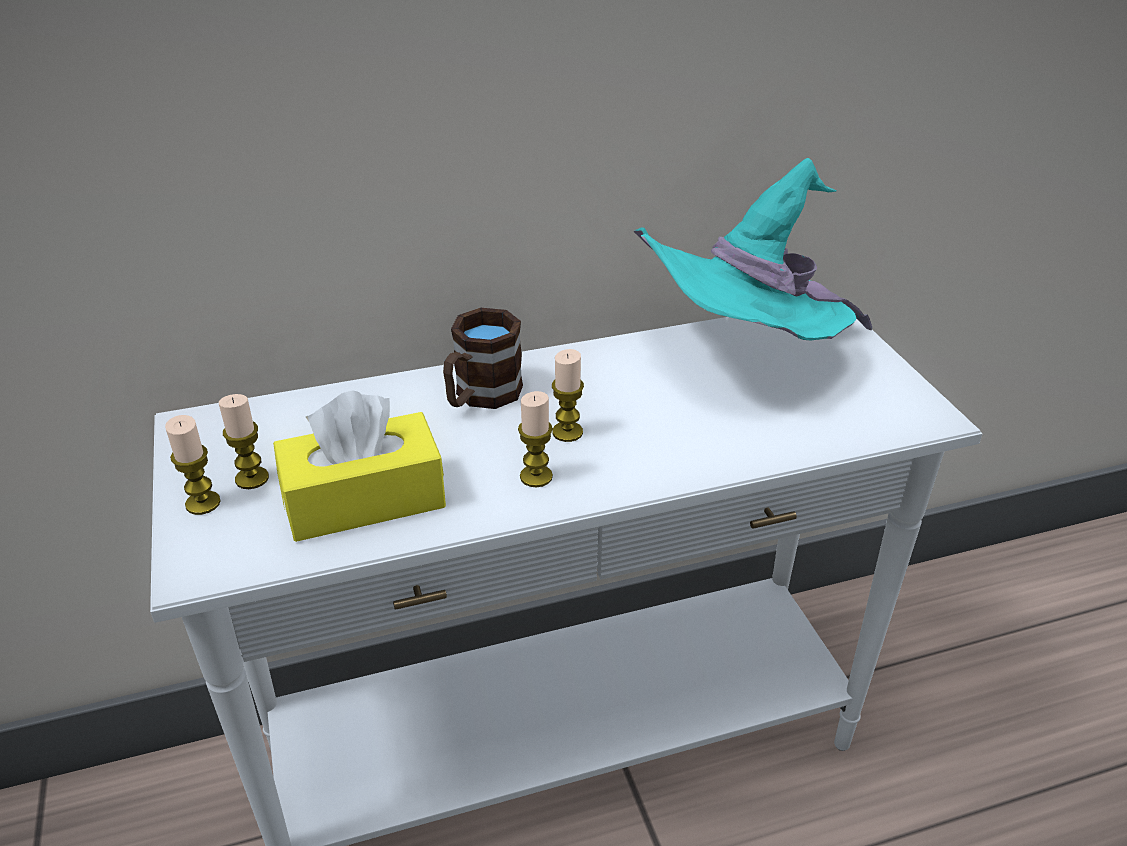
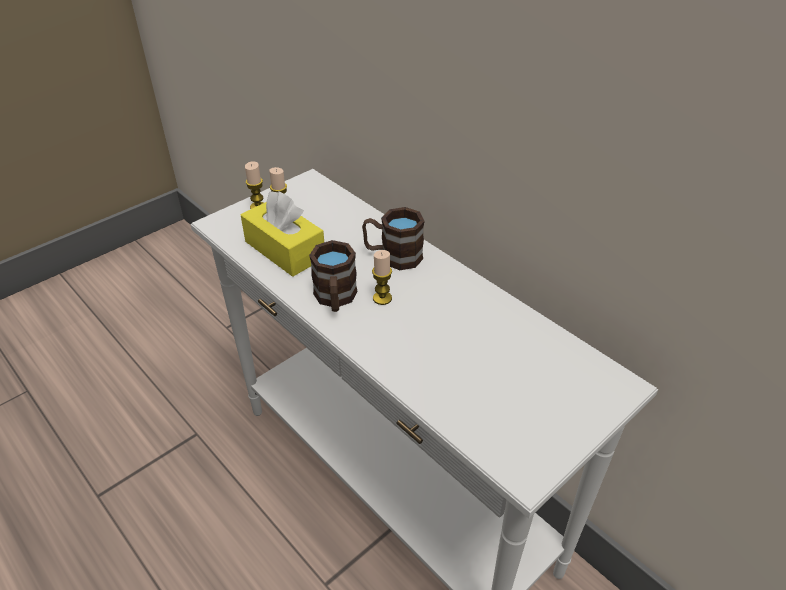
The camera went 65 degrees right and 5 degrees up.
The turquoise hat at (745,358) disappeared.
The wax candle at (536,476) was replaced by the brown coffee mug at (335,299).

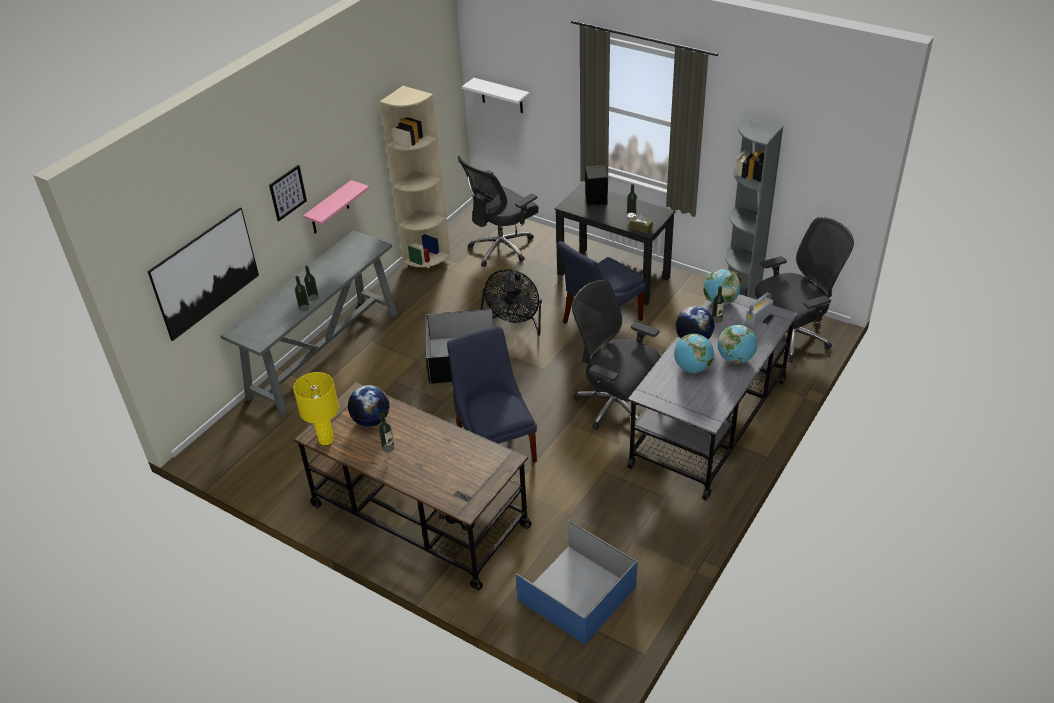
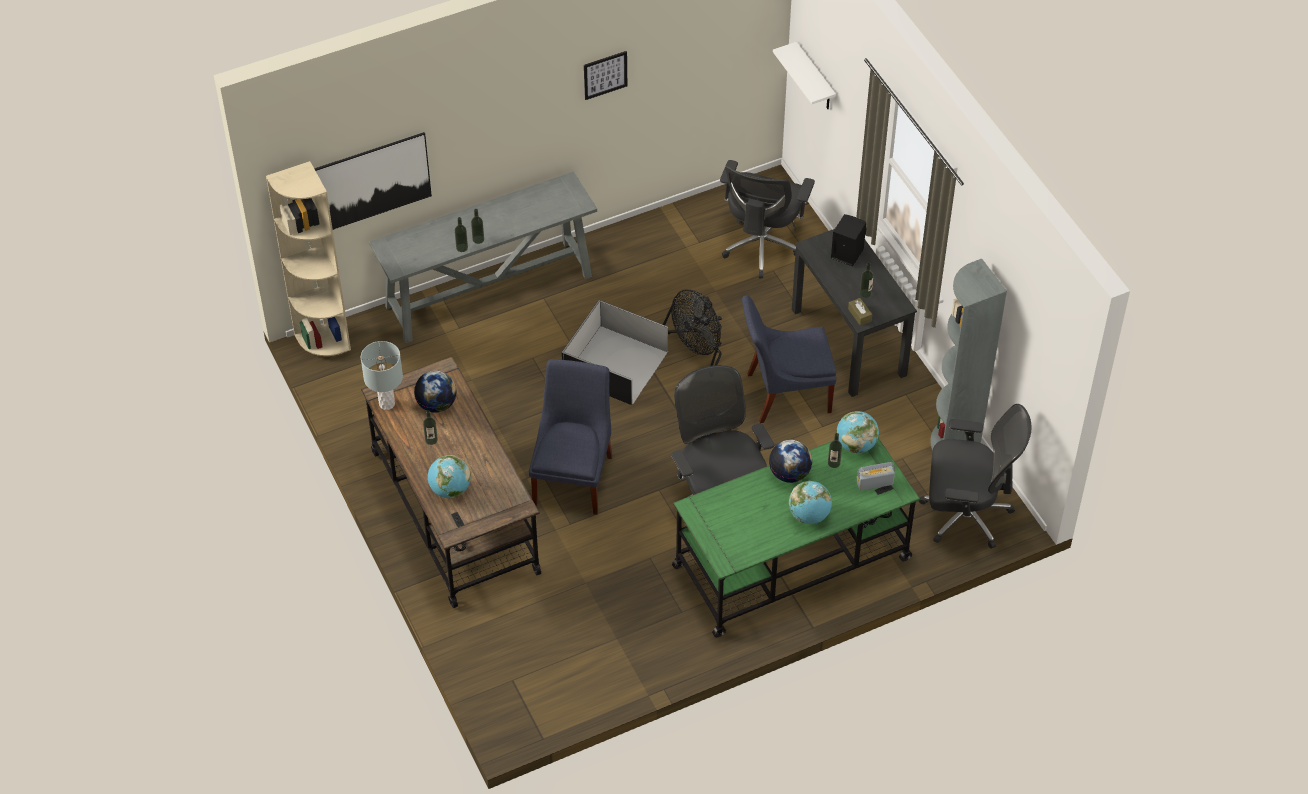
The camera went 30 degrees right and 10 degrees up.
The beige-coloured bookcase moved from (426,262) to (324,344).
The office chair at (502,248) turned 60 degrees counterclockwise.
The picture moved from (287,192) to (605,75).
The pink-coloured wall shelf at (329,208) disappeared.
The grey desk at (709,422) became the green-coloured desk at (792,563).
The globe moved from (692,368) to (450,490).
The yellowish table lamp at (326,439) became the grey table lamp at (387,403).
The bluish storage box at (577,592) disappeared.

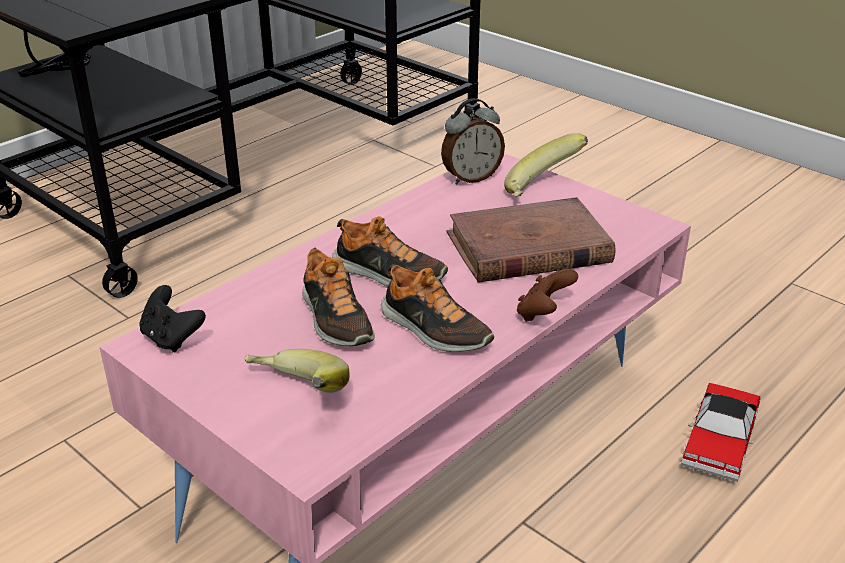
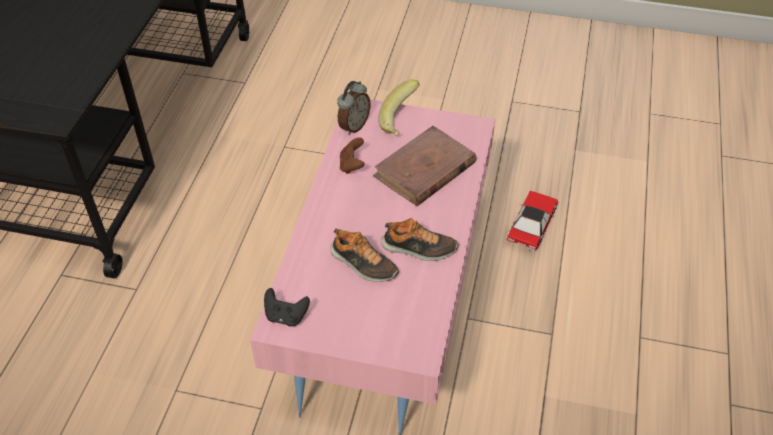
The camera went 30 degrees left and 15 degrees up.
The item of footwear at (387,274) disappeared.
The brown joypad moved from (543,314) to (352,165).
The banana fruit at (295,397) disappeared.
The toy car at (719,440) turned 150 degrees counterclockwise.

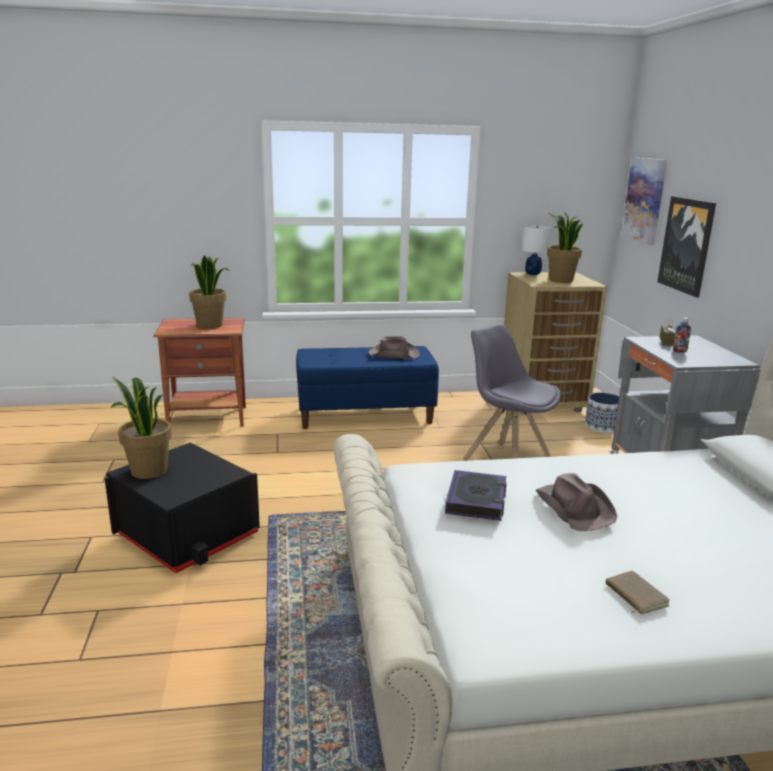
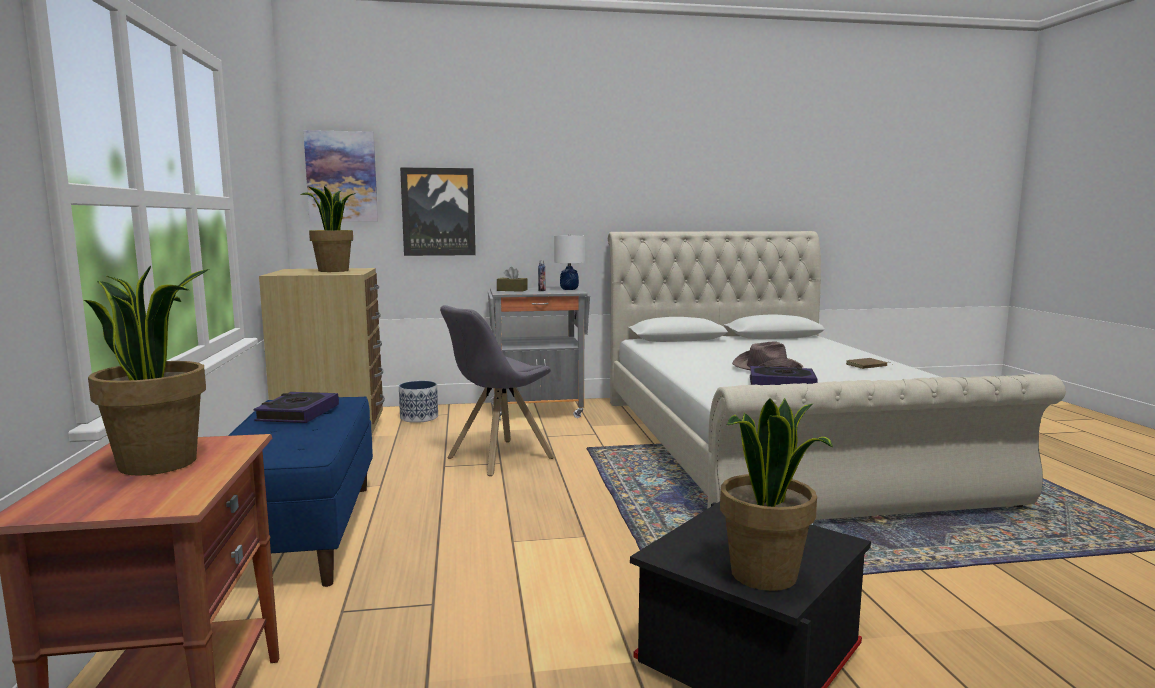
The camera went 90 degrees left and 10 degrees down.
The white-coloured table lamp moved from (532,274) to (570,289).
The brown hat at (393,354) was replaced by the bound book at (298,413).

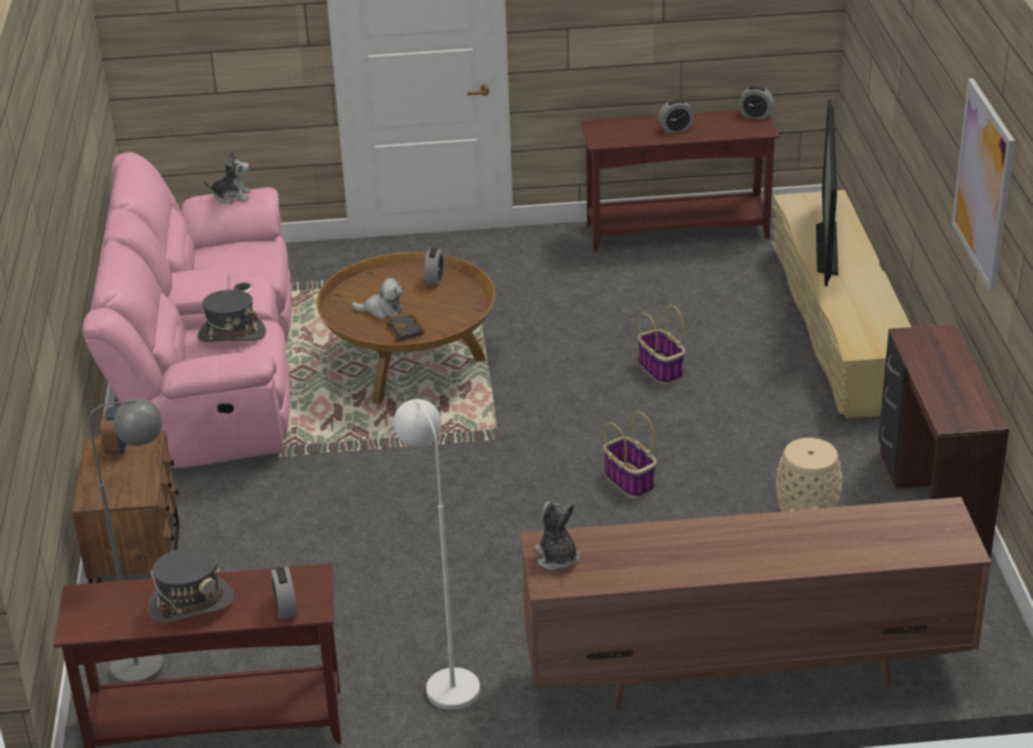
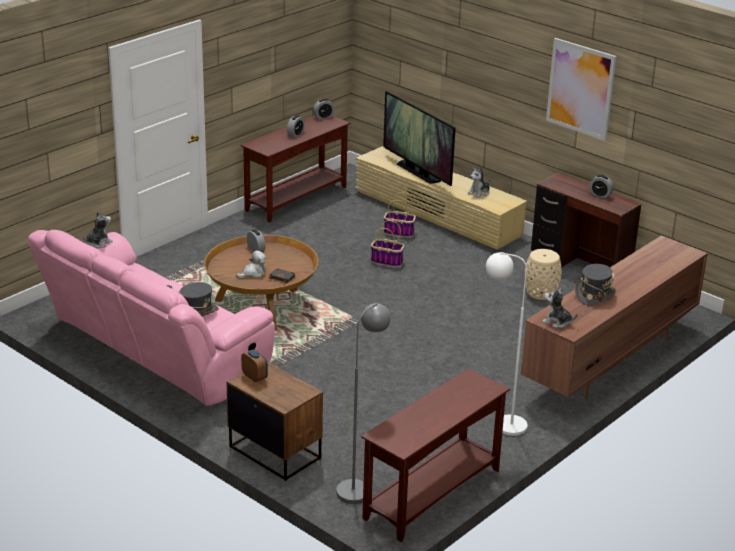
The camera went 45 degrees left and 5 degrees down.
The storage basket moved from (630,481) to (399,232).
The grey hat moved from (191,604) to (594,295).
The alarm clock moved from (285,607) to (600,195).
The plush toy at (479,193) appeared.

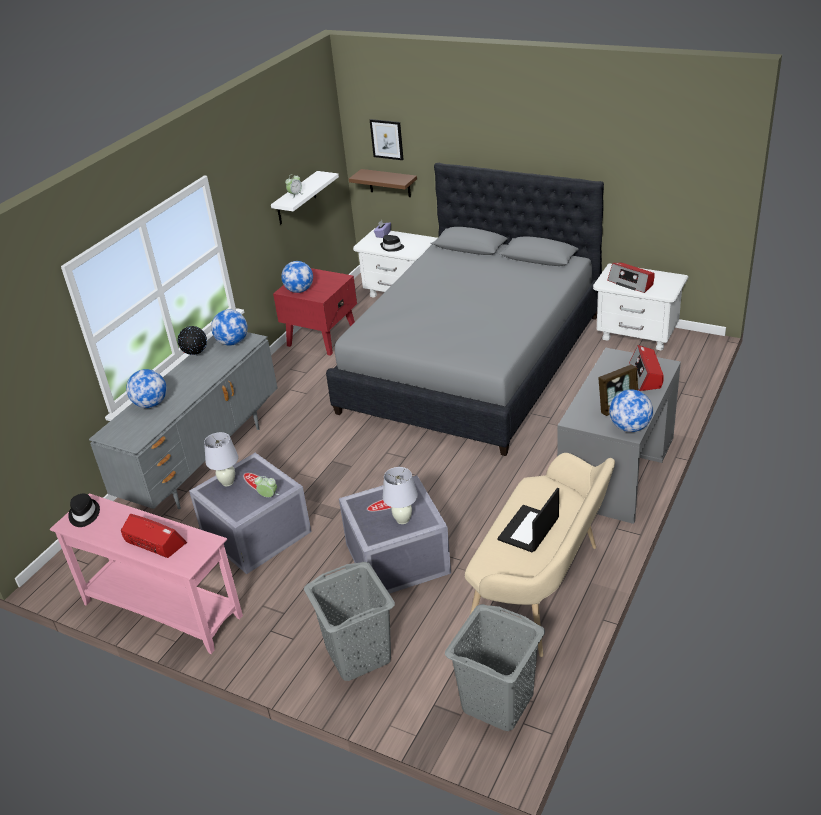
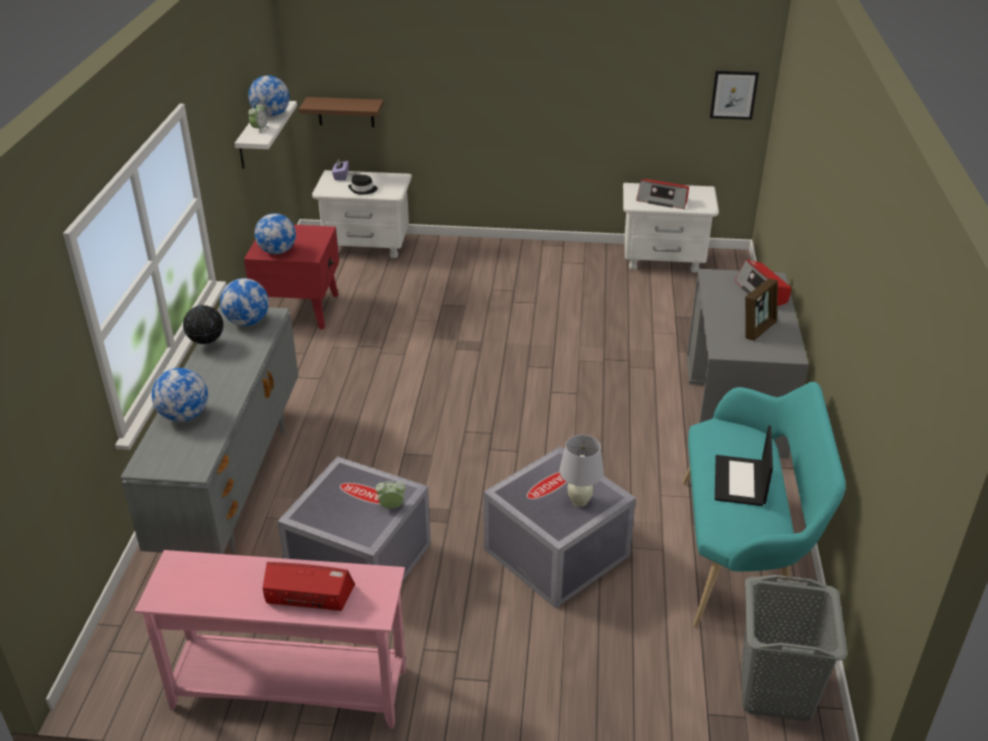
The camera went 25 degrees left and 0 degrees up.
The picture moved from (387,139) to (733,94).
The grey sleeping bed at (473,362) disappeared.
The globe moved from (629,428) to (271,116).
The white-coloured table lamp at (227,482) disappeared.
The beige-coloured bench at (542,591) became the turquoise bench at (742,553).
The blackish hat at (84,514) disappeared.
The grey hamper at (358,655) disappeared.

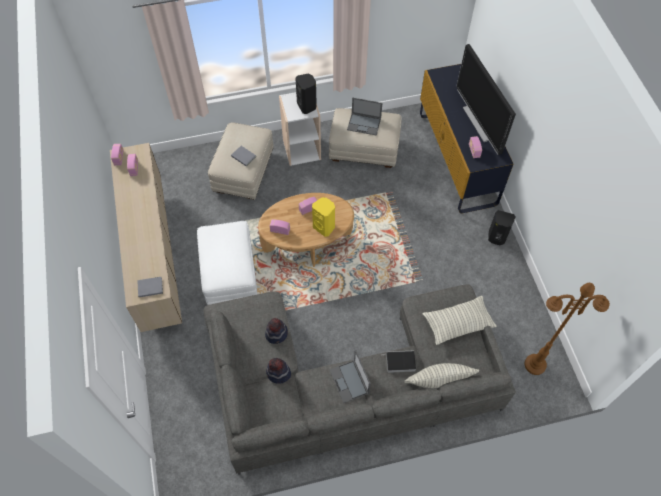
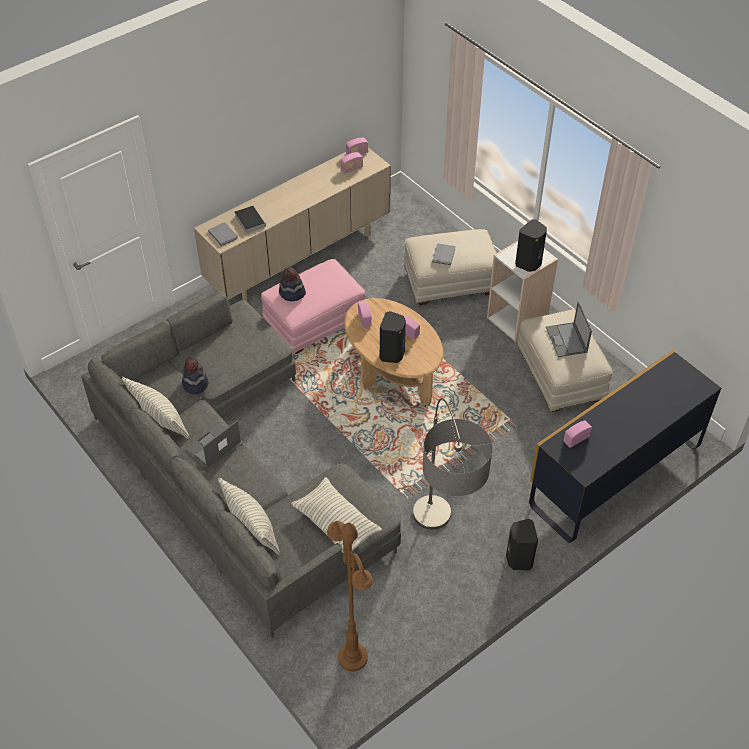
The camera went 65 degrees right and 10 degrees down.
The TV set at (479,122) disappeared.
The yellowish loudspeaker at (324,227) became the blackish loudspeaker at (392,354).
The white-coloured pouffe at (230,273) became the pink-coloured pouffe at (315,323).
The hat moved from (276,334) to (292,293).
The bound book moved from (399,362) to (249,220).
The throw pillow at (159,419) appeared.
The standard lamp at (441,553) appeared.

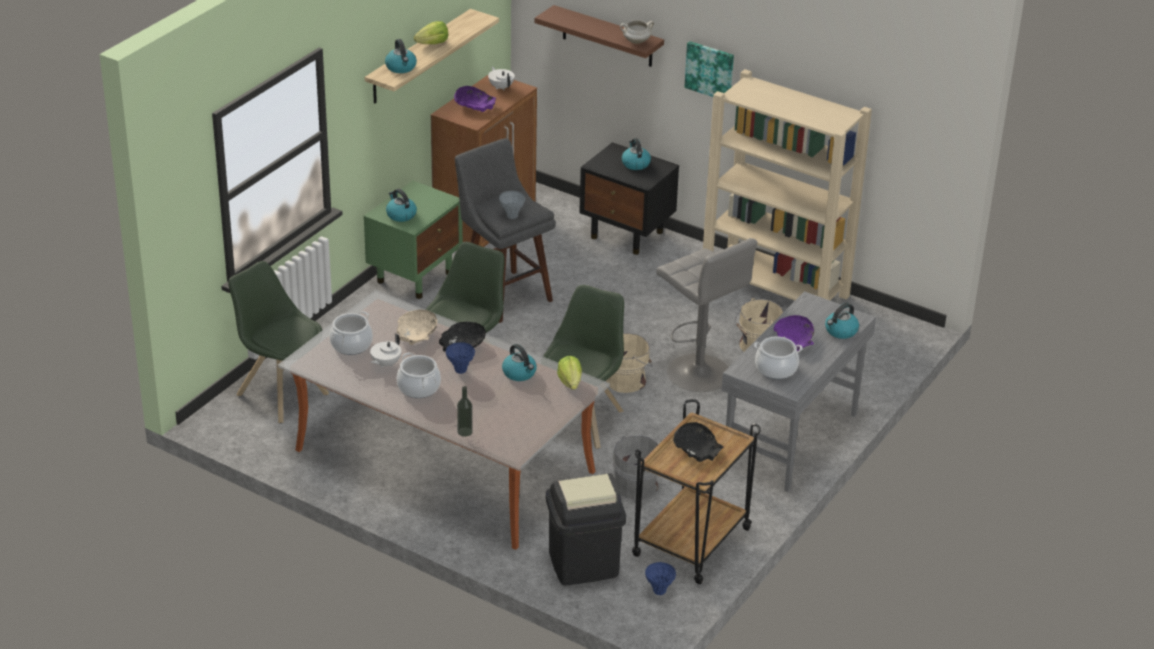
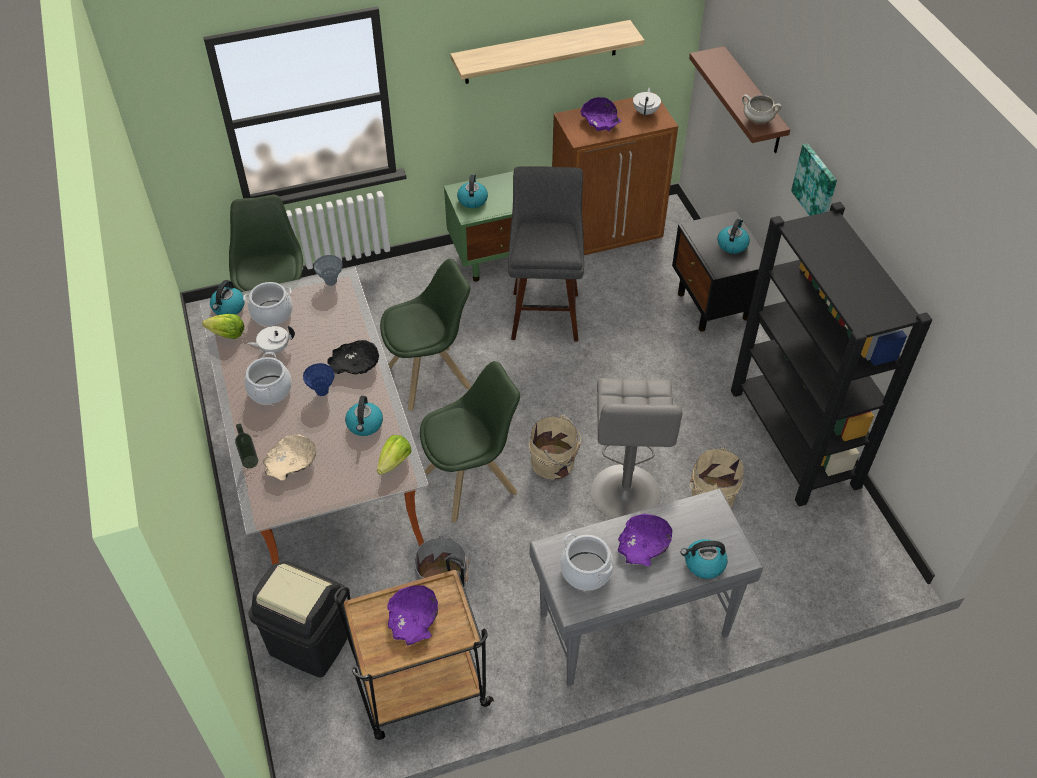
The camera went 40 degrees right and 15 degrees up.
The head of lettuce moved from (433,43) to (227,334).
The water kettle moved from (401,67) to (228,308).
The beige-coloured bookcase at (775,288) became the blackish bookcase at (794,438).
The grey decorative vase moved from (512,216) to (331,282).
The beige-coloured serving bowl moved from (417,333) to (291,463).
The blackish serving bowl at (696,449) became the purple-coloured serving bowl at (413,619).
The bluish decorative vase at (659,591) disappeared.

